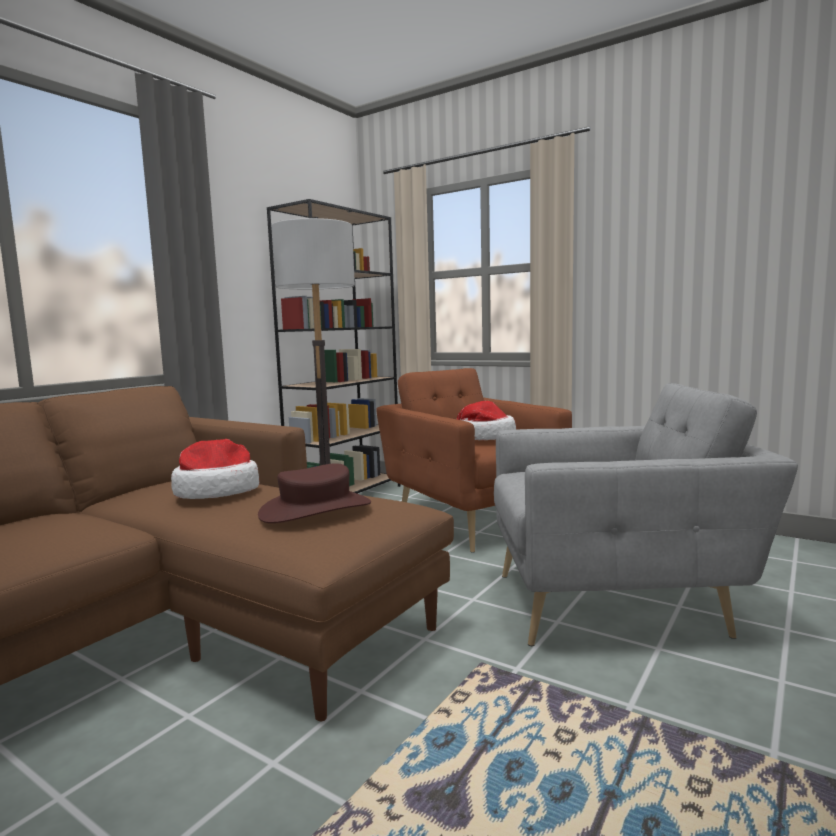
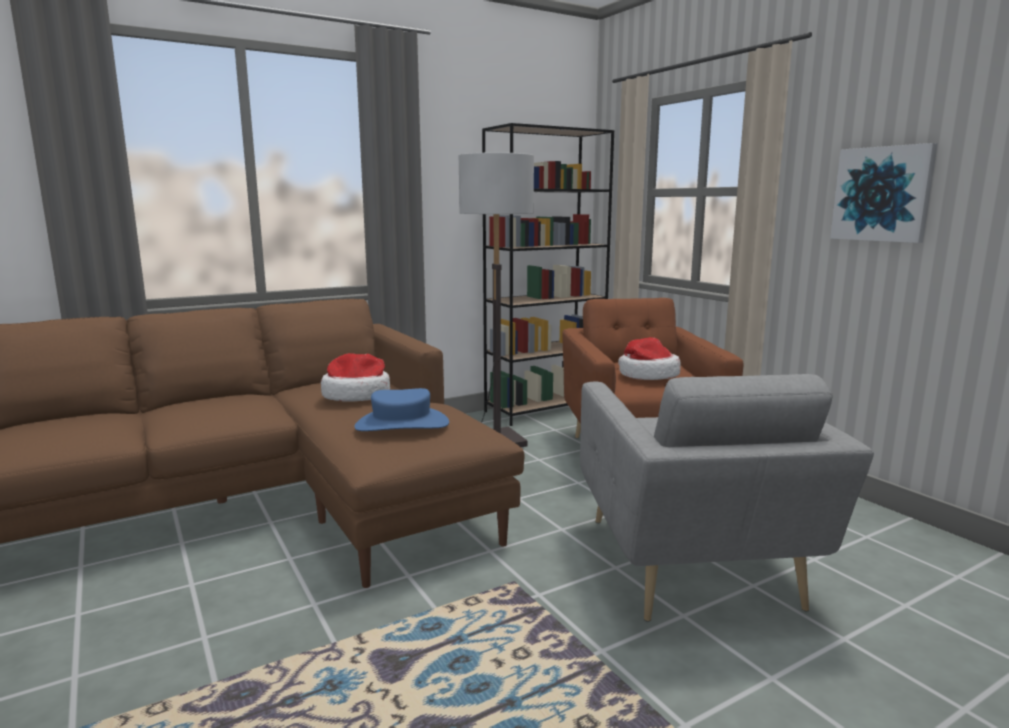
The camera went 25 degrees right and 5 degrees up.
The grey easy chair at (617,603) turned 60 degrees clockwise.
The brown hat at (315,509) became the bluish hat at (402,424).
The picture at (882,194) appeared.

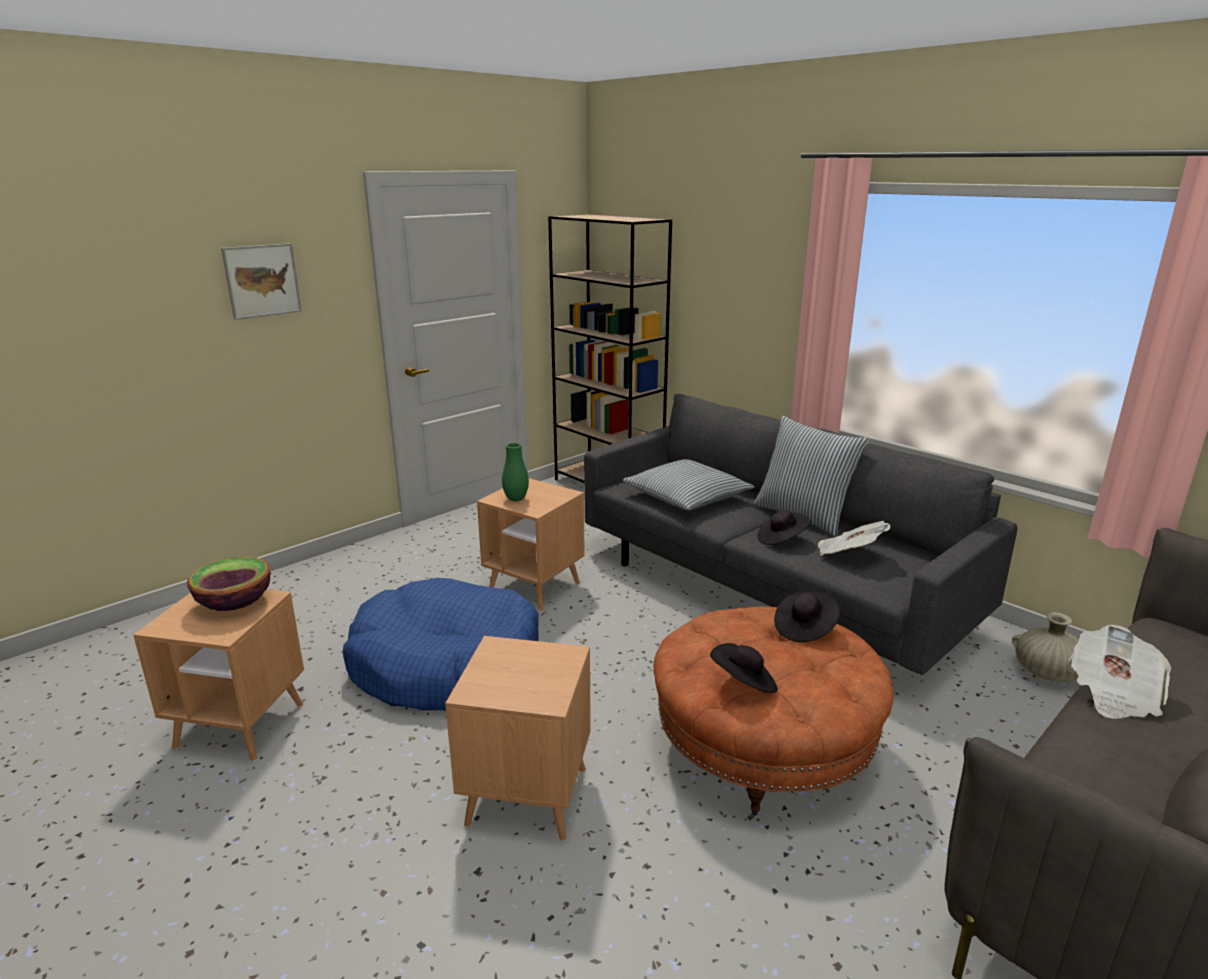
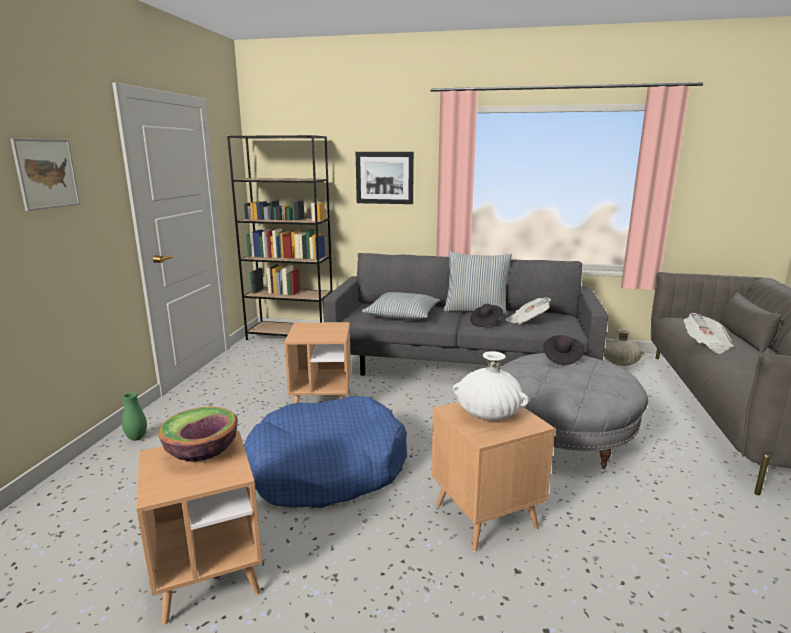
The camera went 35 degrees left and 5 degrees down.
The green-coloured decorative vase moved from (516,499) to (137,438).
The brown pouffe at (763,748) became the grey pouffe at (562,438).
The blackish hat at (744,683) disappeared.
The picture at (384,178) appeared.
The white-coloured decorative vase at (488,414) appeared.

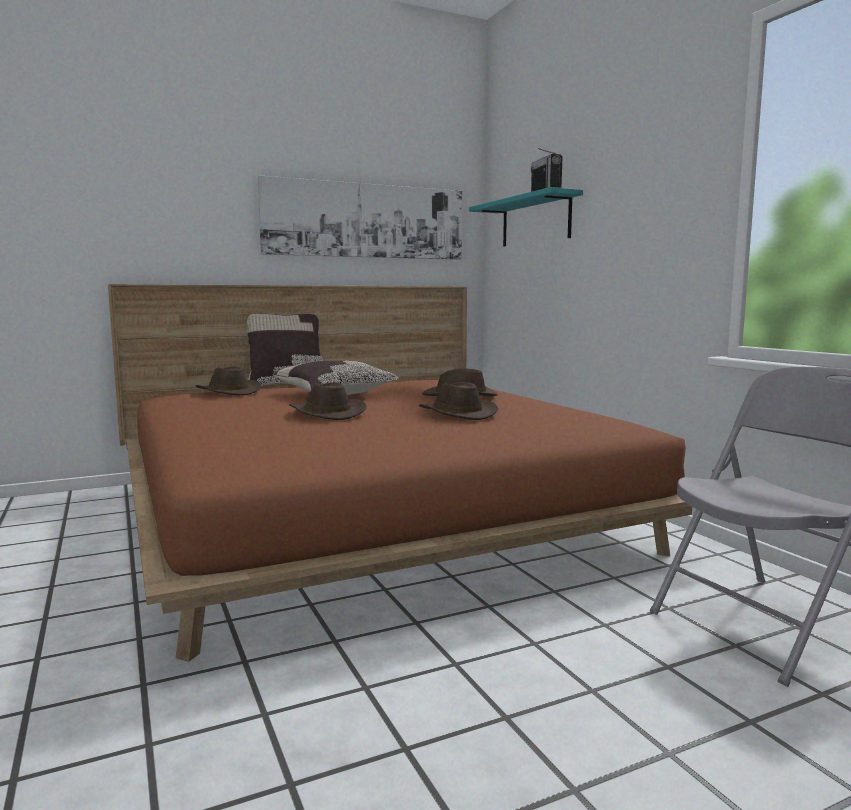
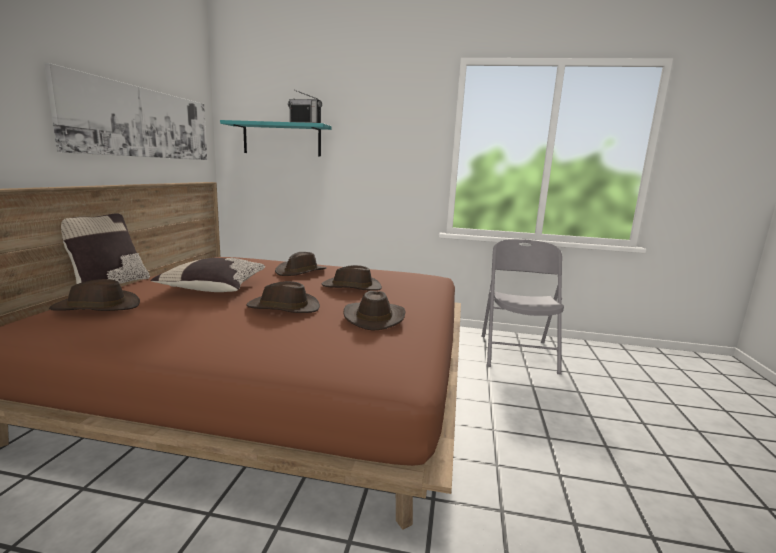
The camera went 55 degrees left and 5 degrees up.
The brown hat at (374,317) appeared.

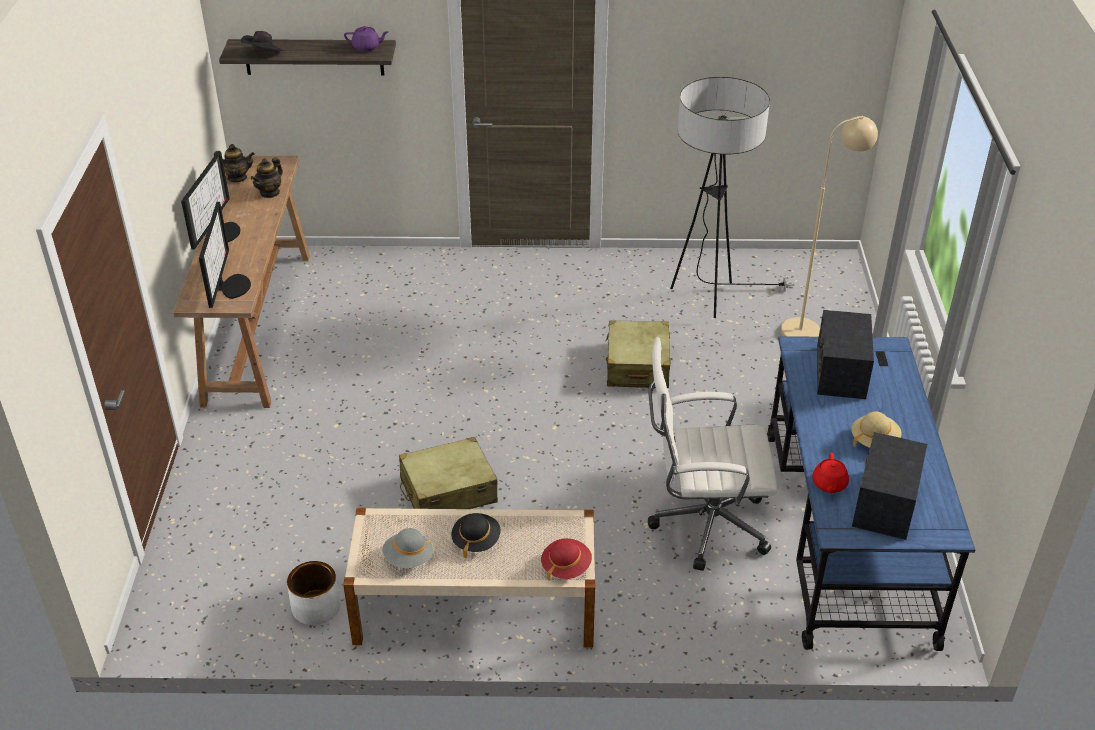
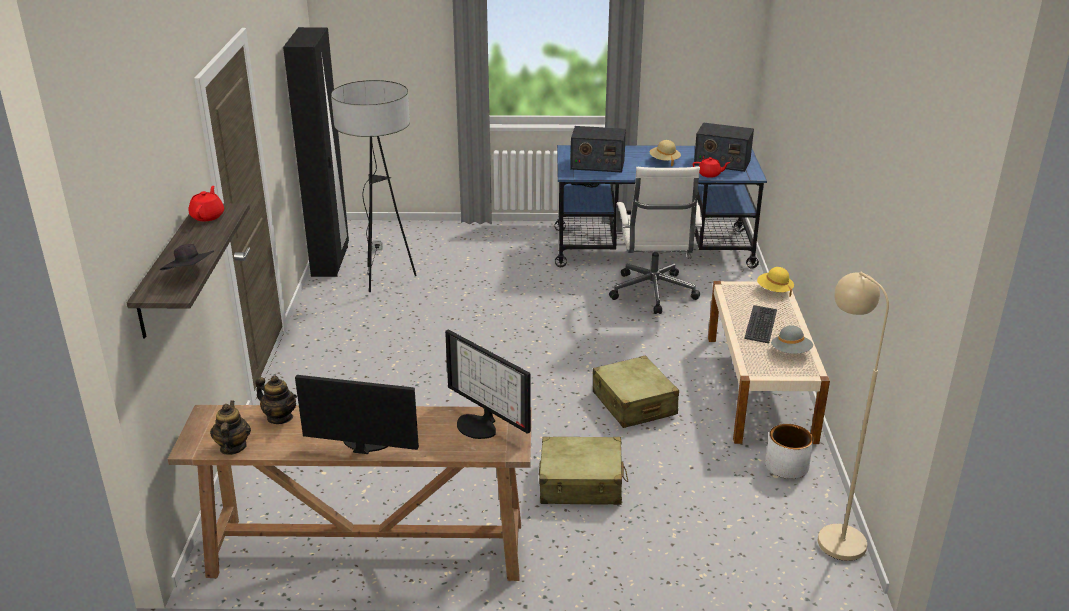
The camera went 90 degrees left and 10 degrees down.
The purple-coloured teapot at (367,47) became the red-coloured teapot at (208,216).
The beige-coloured standard lamp moved from (810,329) to (831,535).
The monitor at (231,286) turned 135 degrees counterclockwise.
The beige-coloured suitcase moved from (637,366) to (581,483).
The blackish hat at (476,541) was replaced by the keyboard at (761,324).
The red-coloured hat at (566,566) became the yellowish hat at (774,290).
The blackish clothes cupboard at (331,261) appeared.

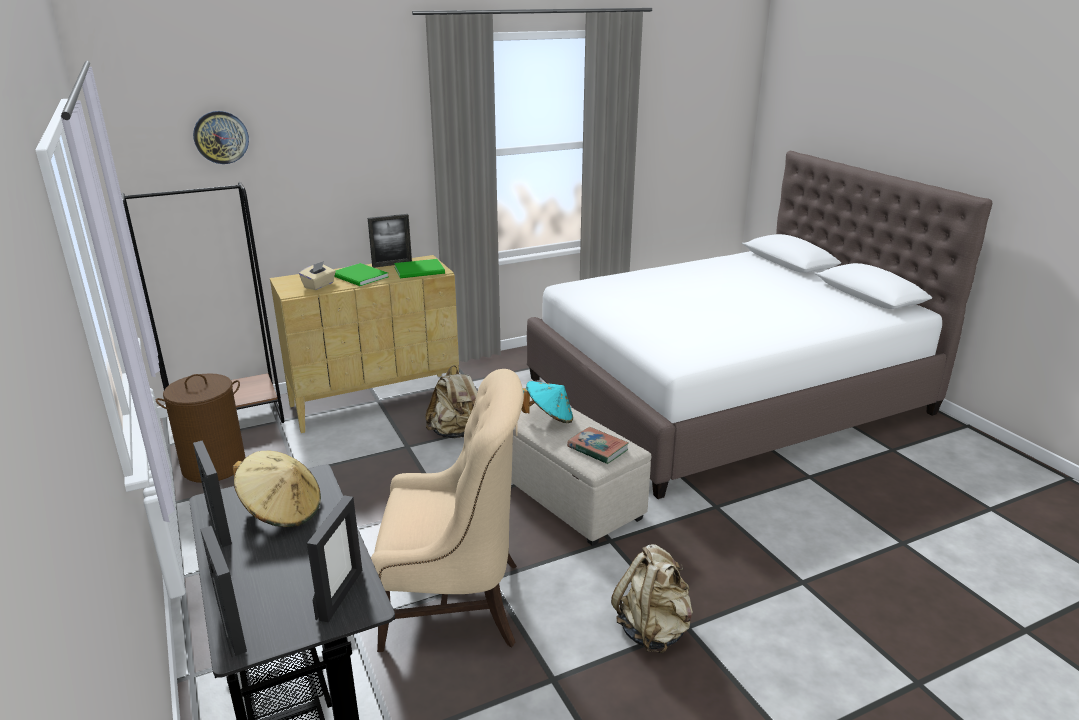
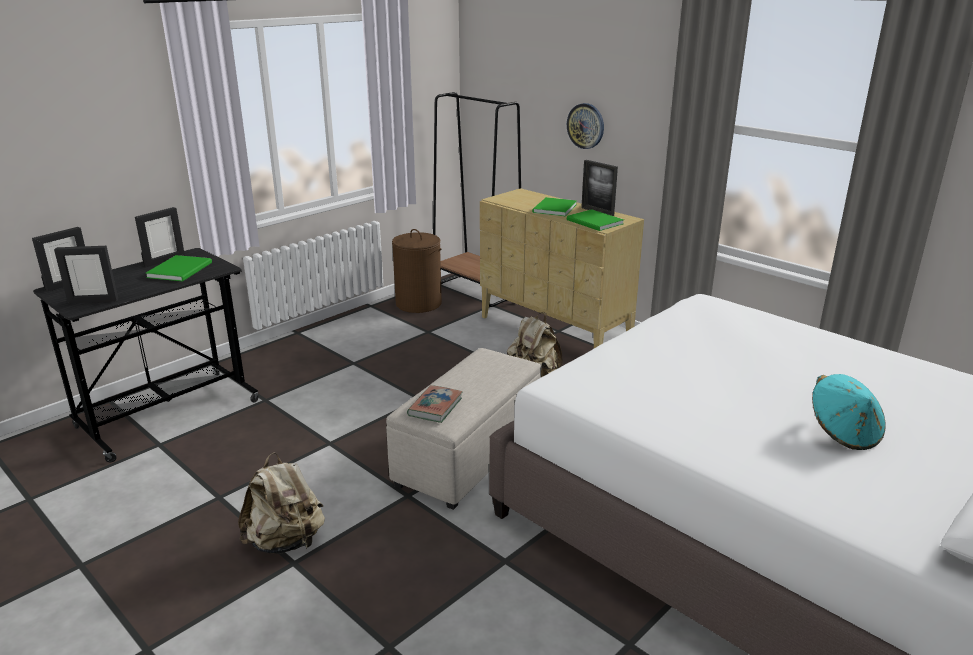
The camera went 70 degrees right and 0 degrees up.
The hanging clock moved from (221,137) to (586,126).
The beige-coloured box of tissues at (319,285) disappeared.
The beige-coloured upright chair at (454,603) disappeared.
The turquoise hat moved from (549,418) to (843,433).
The beige-coloured hat at (282,511) was replaced by the green-coloured bound book at (182,269).

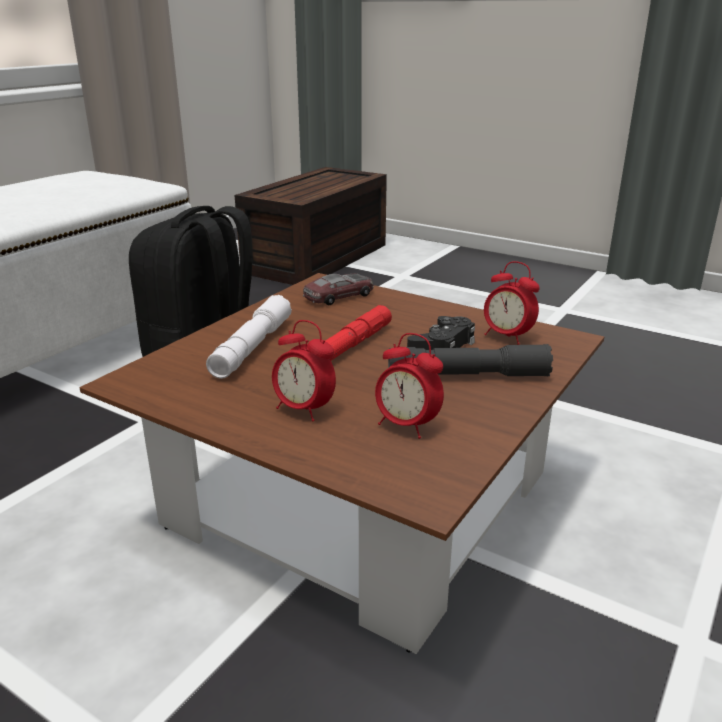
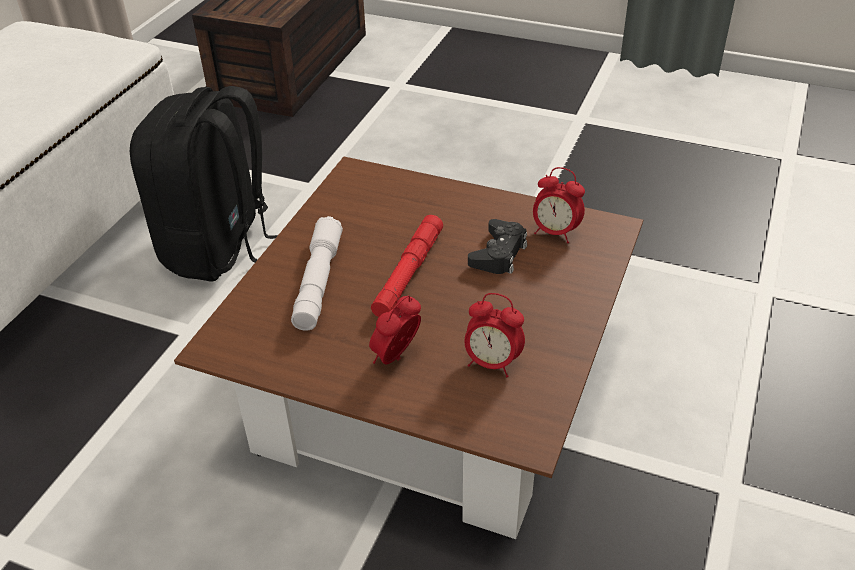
The camera went 10 degrees left and 15 degrees up.
The toy car at (338,296) disappeared.
The alarm clock at (304,410) turned 105 degrees clockwise.
The grey torch at (467,375) disappeared.

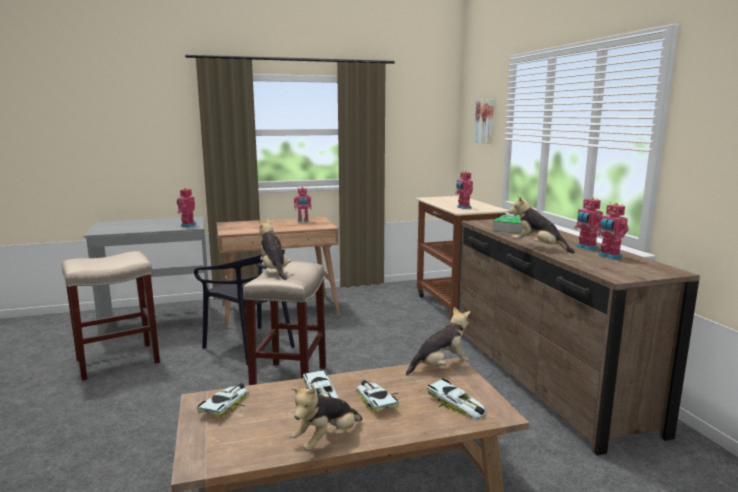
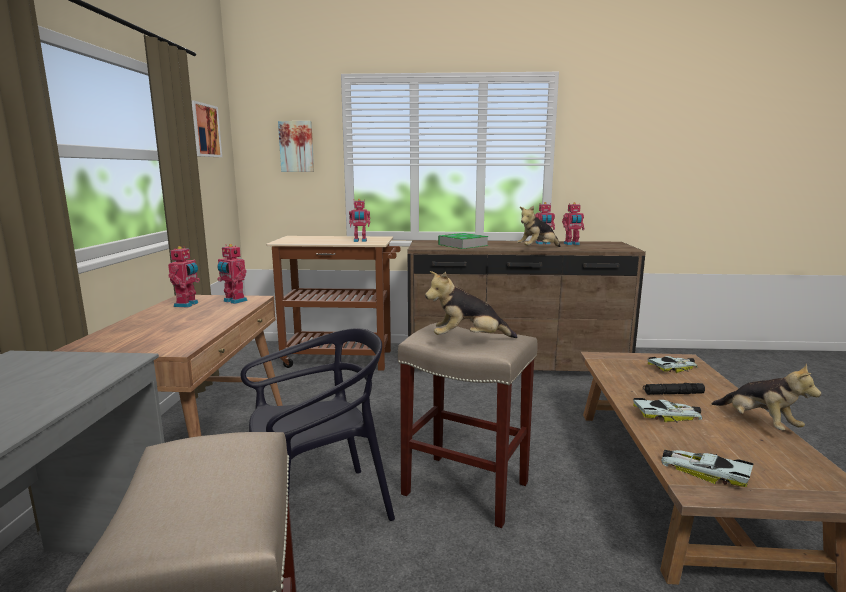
The camera went 70 degrees left and 0 degrees up.
The toy robot moved from (187,225) to (234,301).
The plush toy at (440,366) disappeared.
The toy car at (376,400) was replaced by the blackish torch at (673,394).
The picture at (202,130) appeared.

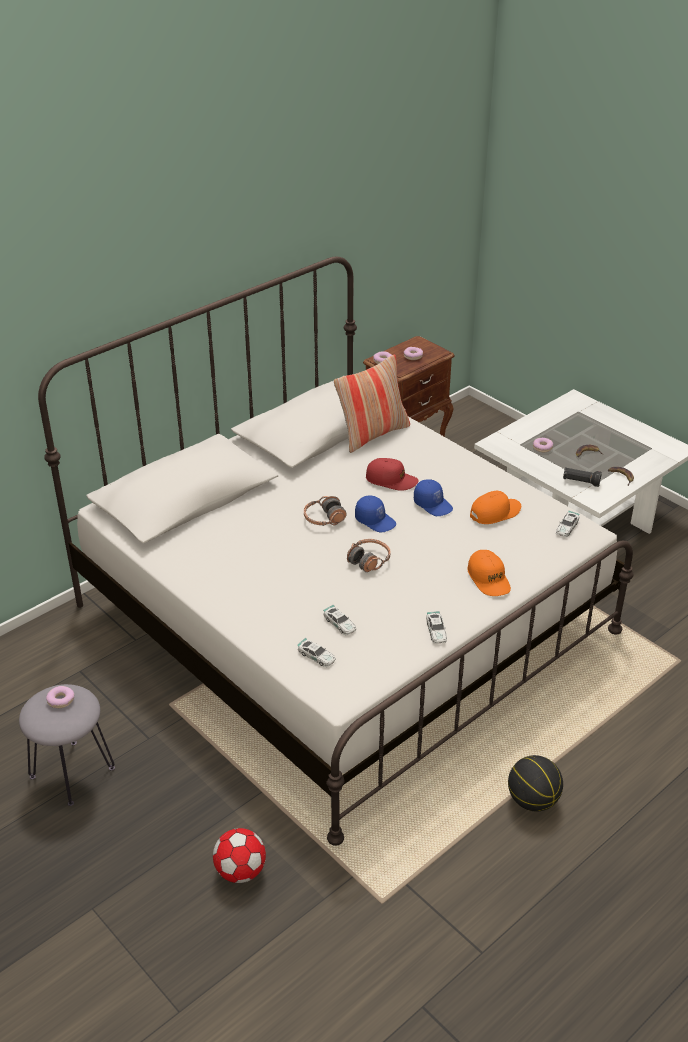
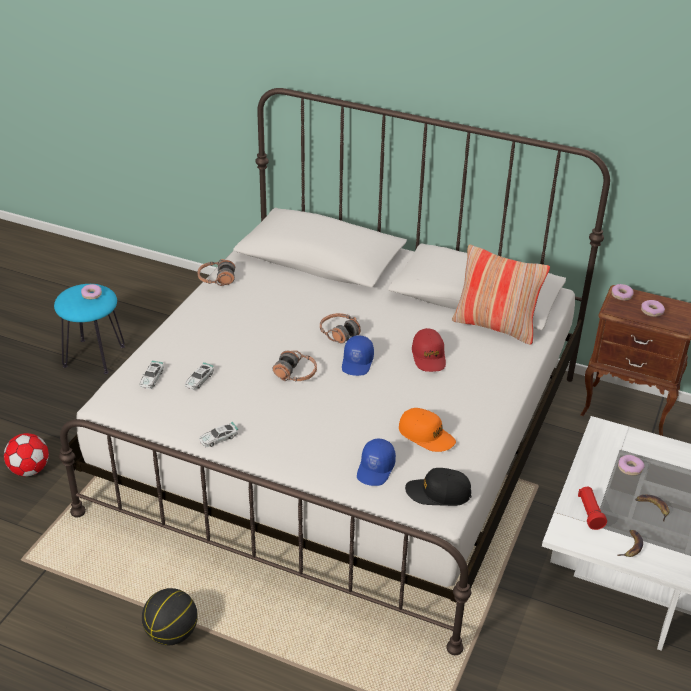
The camera went 65 degrees right and 0 degrees up.
The blackish torch at (580,482) became the red-coloured torch at (590,513).
The bluish peaked cap moved from (433,504) to (376,469).
The toy car at (567,527) was replaced by the blackish peaked cap at (438,493).
The orange peaked cap at (489,579) disappeared.
The grey stool at (72,772) became the turquoise stool at (94,356).
The headphones at (216,279) appeared.

